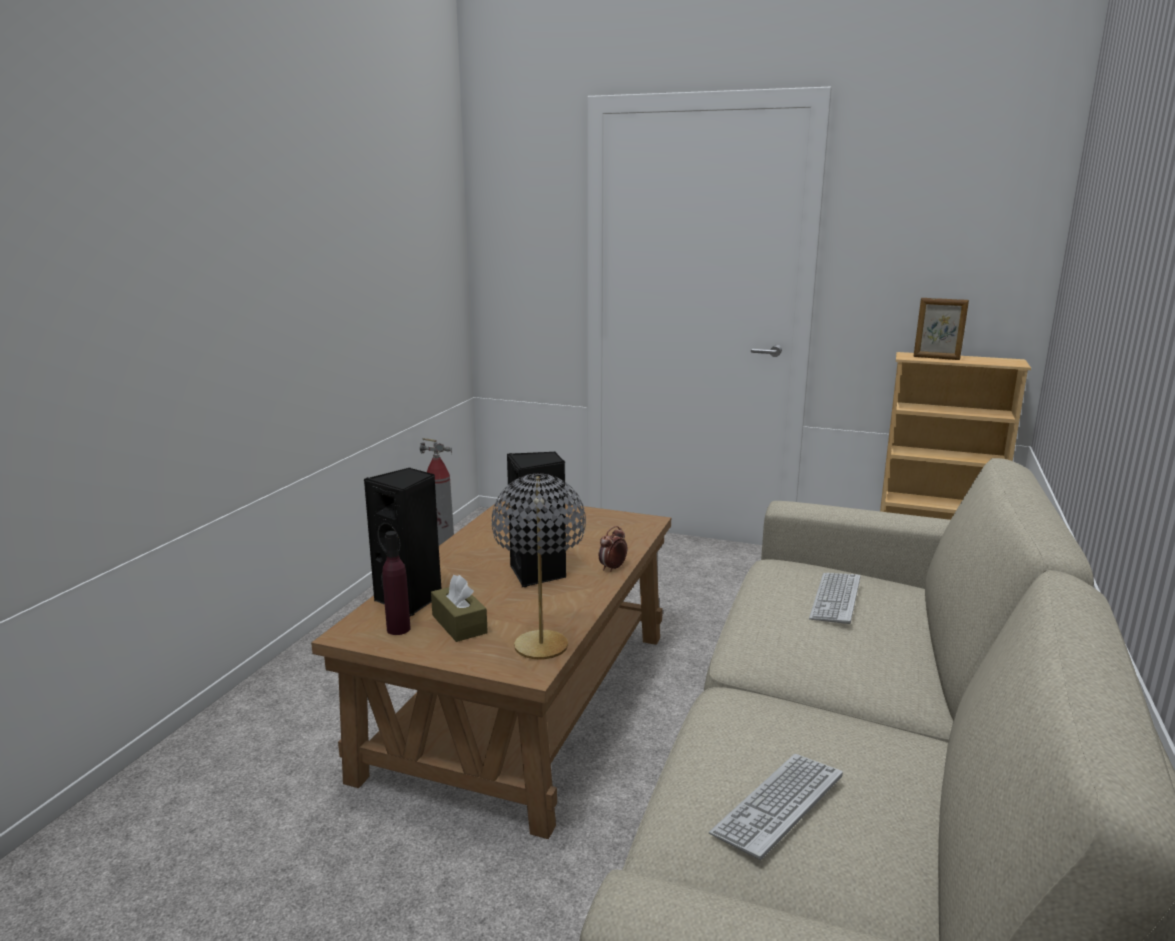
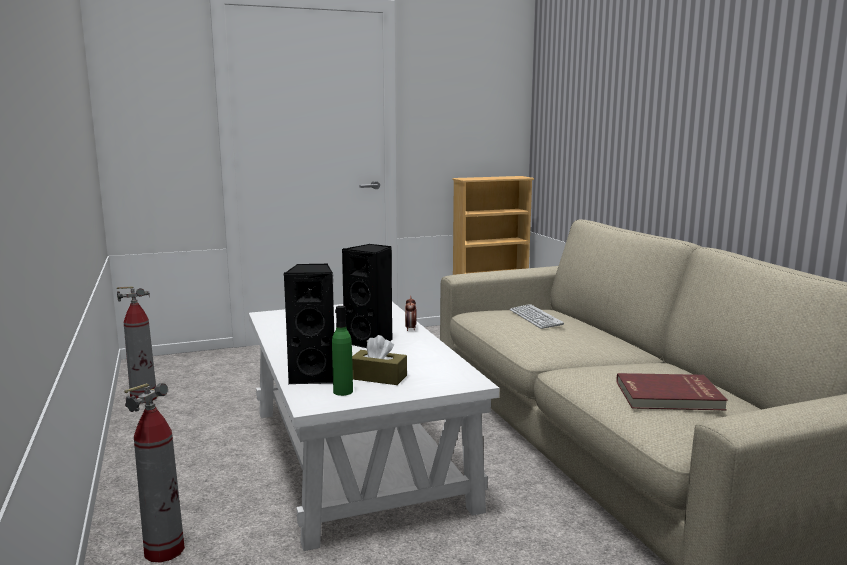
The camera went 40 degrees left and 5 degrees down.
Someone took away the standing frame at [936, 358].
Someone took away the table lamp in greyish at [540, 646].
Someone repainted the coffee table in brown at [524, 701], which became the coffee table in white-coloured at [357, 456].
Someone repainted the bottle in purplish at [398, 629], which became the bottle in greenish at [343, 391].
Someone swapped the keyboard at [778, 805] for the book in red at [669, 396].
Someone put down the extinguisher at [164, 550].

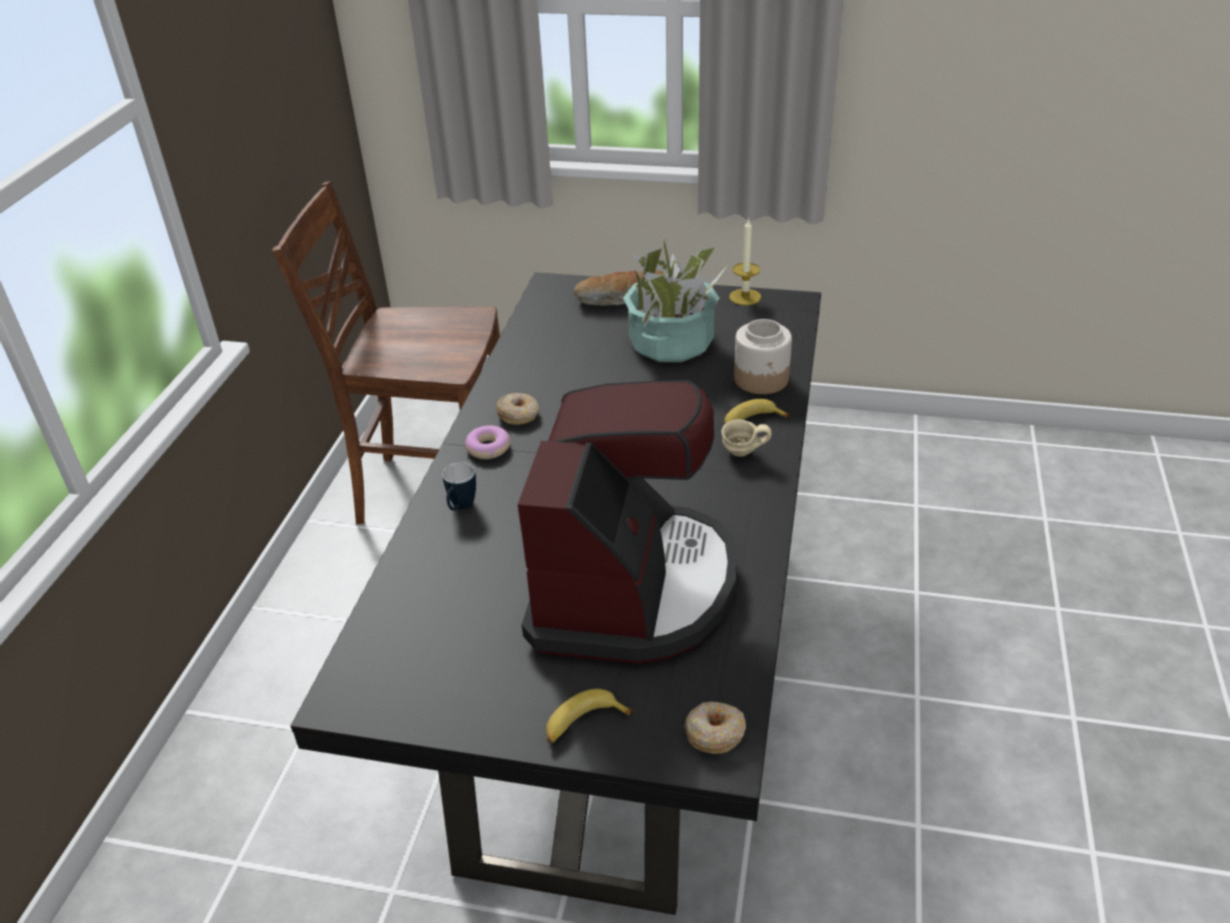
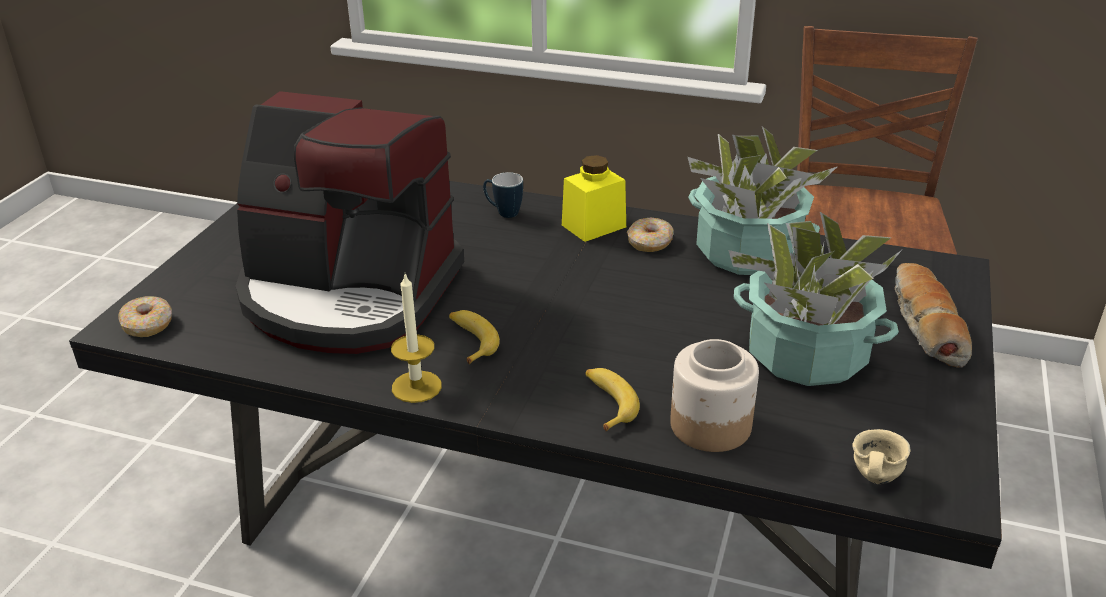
The camera went 95 degrees right and 5 degrees down.
Someone carried the wax light from [745, 297] to [416, 386].
Someone carried the coffee mug in sand-coloured from [742, 455] to [871, 479].
Someone swapped the doughnut at [488, 448] for the jar in yellow-coloured at [593, 226].
Someone carried the whole banana from [583, 724] to [470, 341].
Someone put down the potted plant at [747, 253].

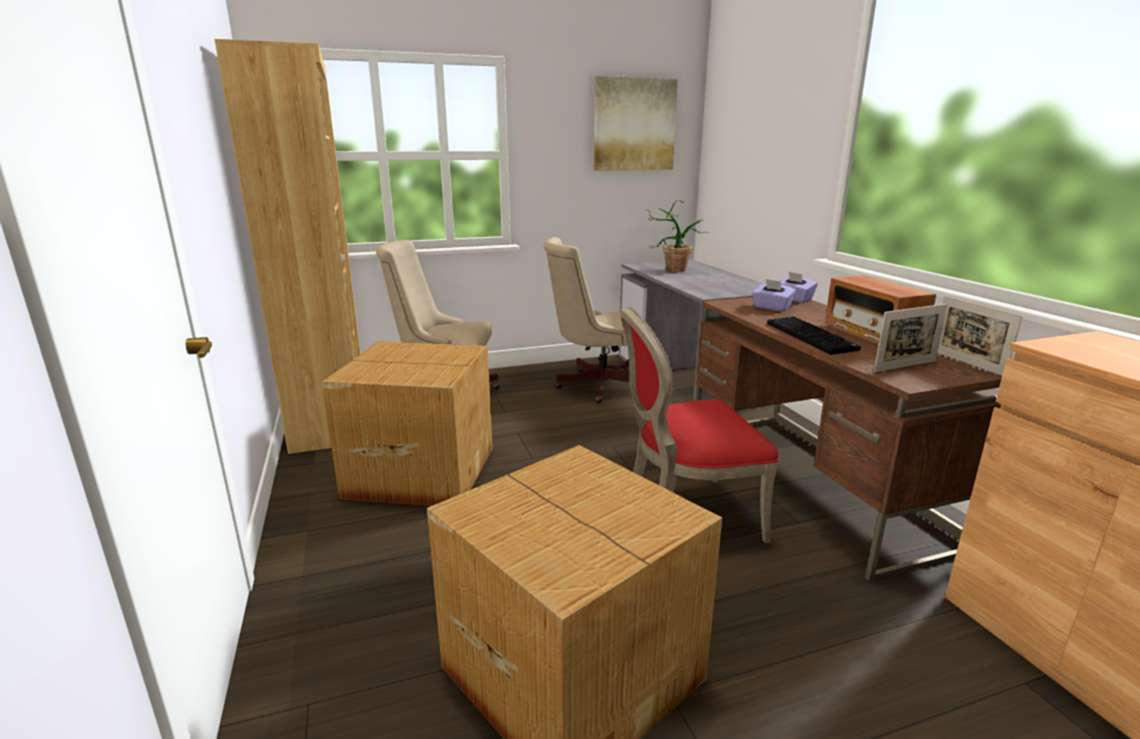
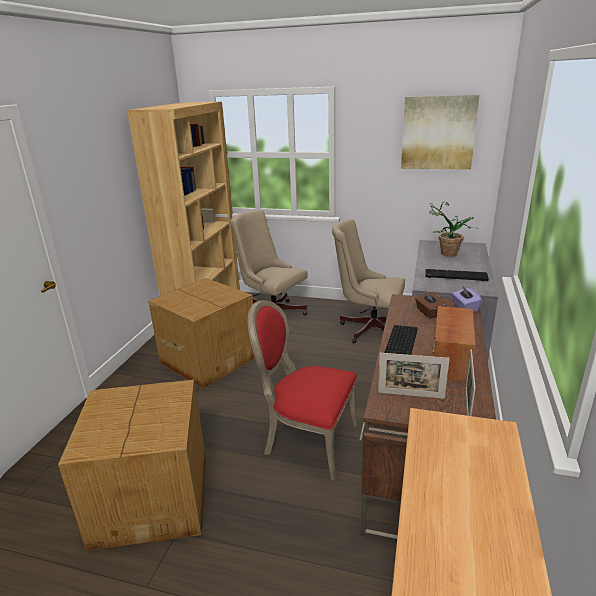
The camera went 35 degrees right and 5 degrees up.
Someone repainted the tissue holder in purplish at [771, 308], which became the tissue holder in brown at [429, 312].
Someone put down the keyboard at [455, 276].

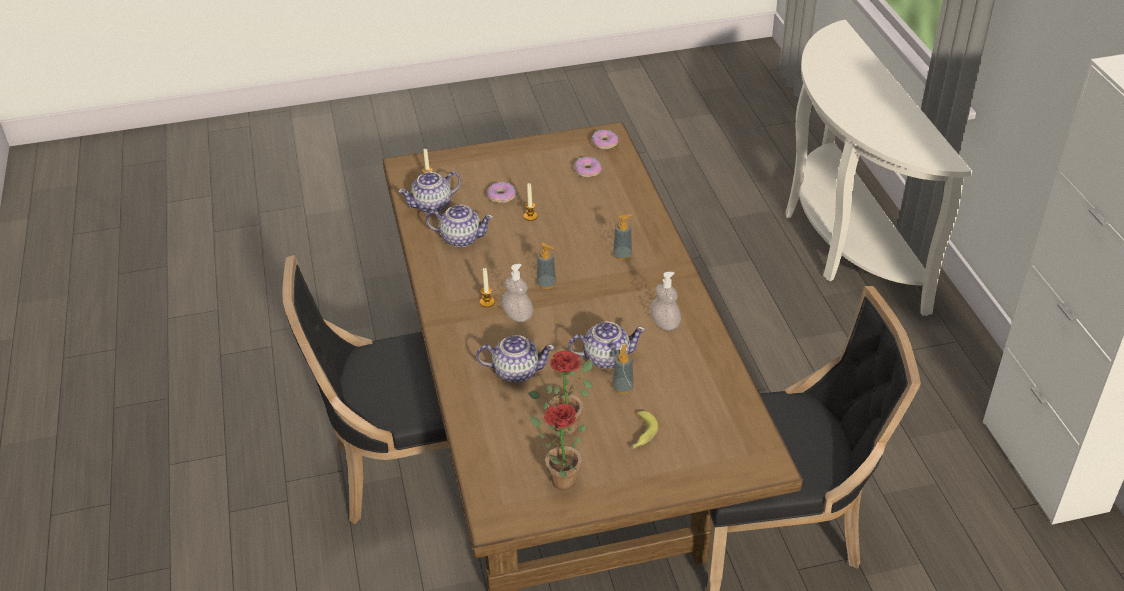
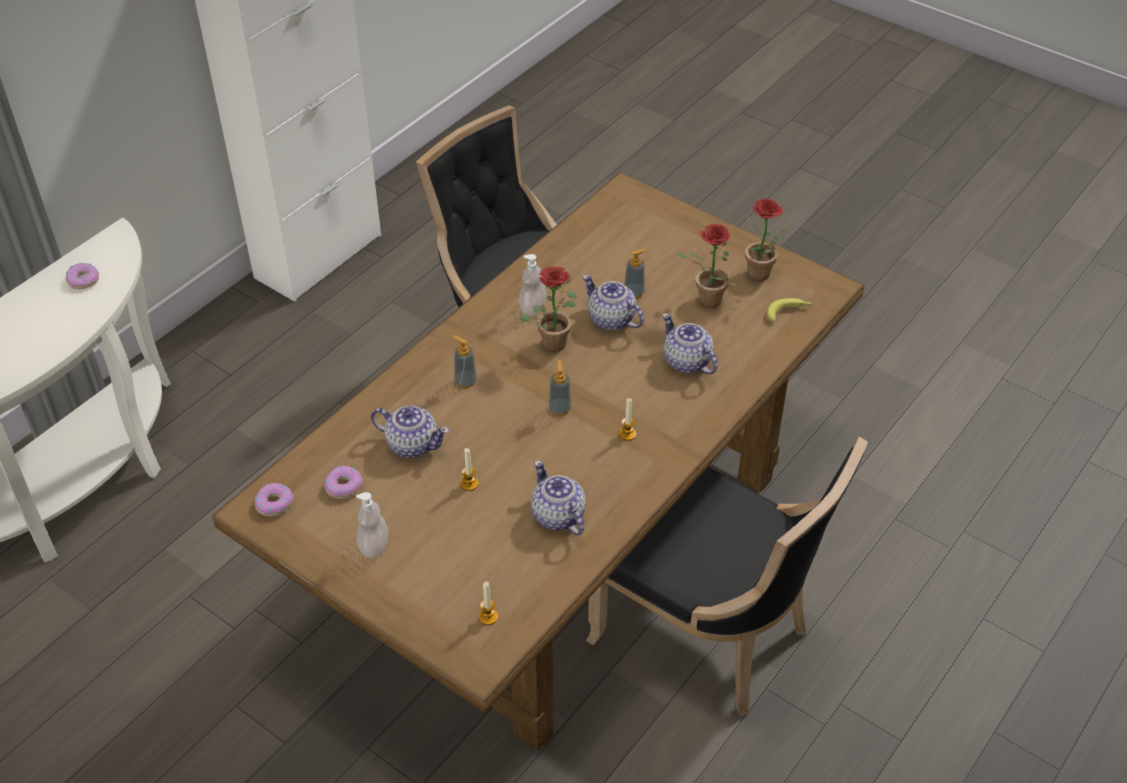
The camera went 130 degrees left and 5 degrees up.
Someone carried the tea pot from [432, 205] to [412, 444].
Someone carried the doughnut from [501, 196] to [83, 280].
Someone carried the liquid soap bottle from [517, 315] to [374, 546].
Someone carried the whole banana from [641, 435] to [788, 312].
Someone put down the potted plant at [554, 340].

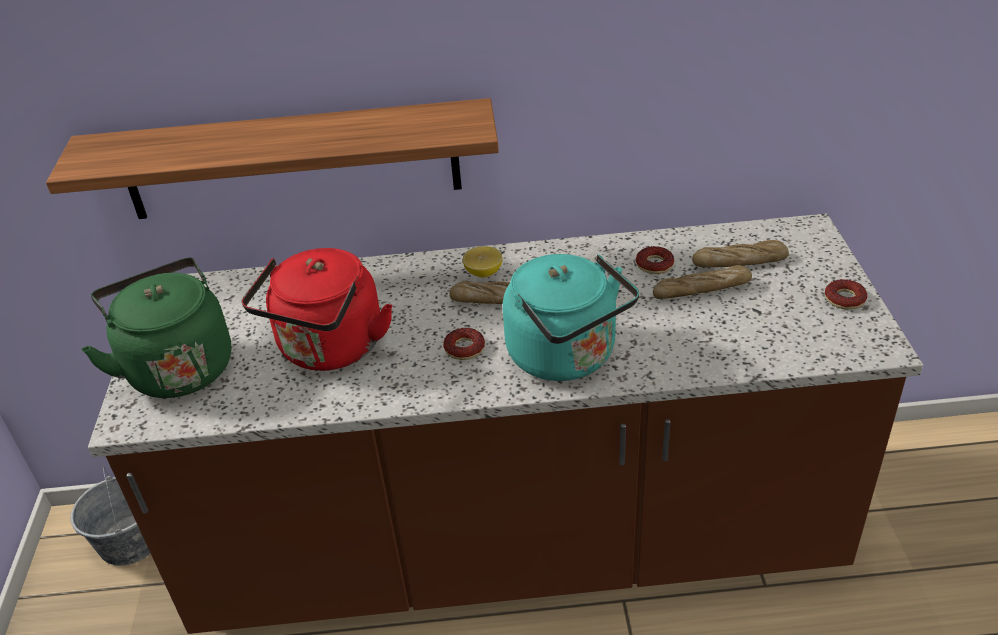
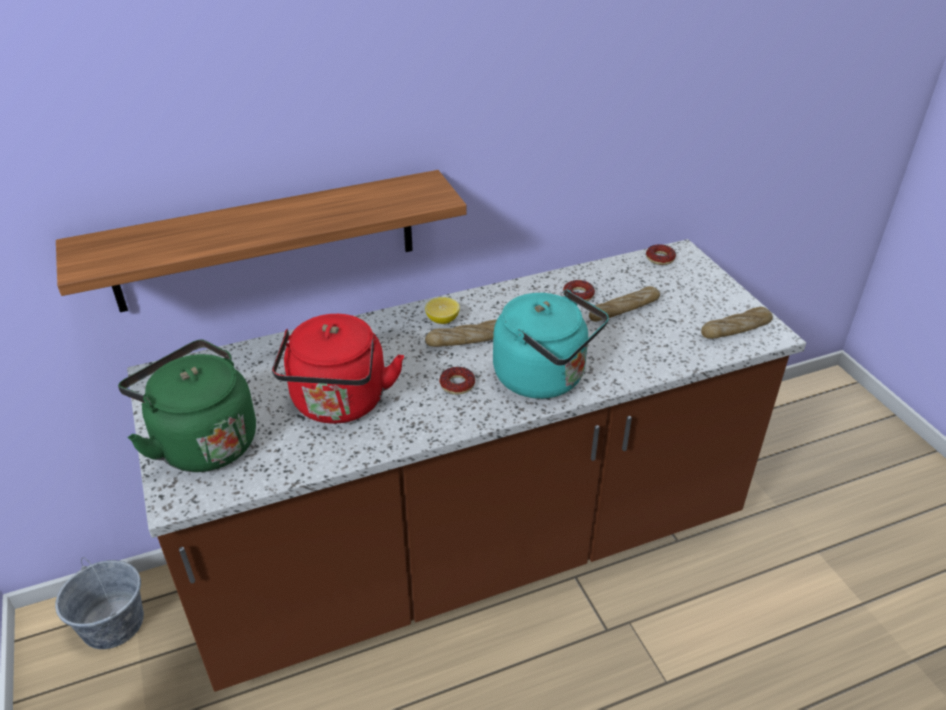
The camera went 20 degrees left and 0 degrees up.
Someone carried the bakery bread from [739, 262] to [735, 329].
Someone carried the doughnut from [844, 299] to [660, 258].

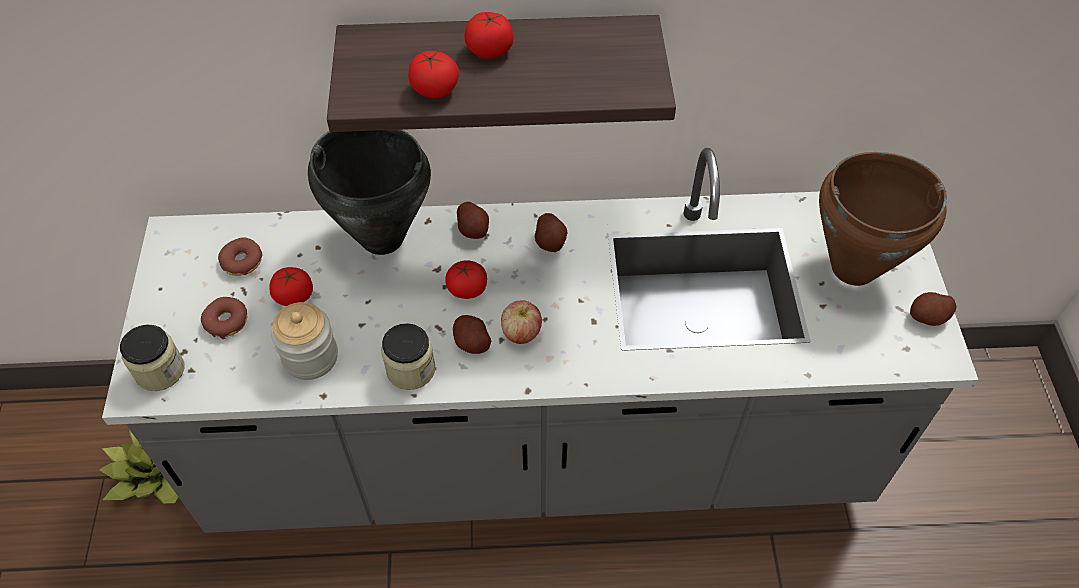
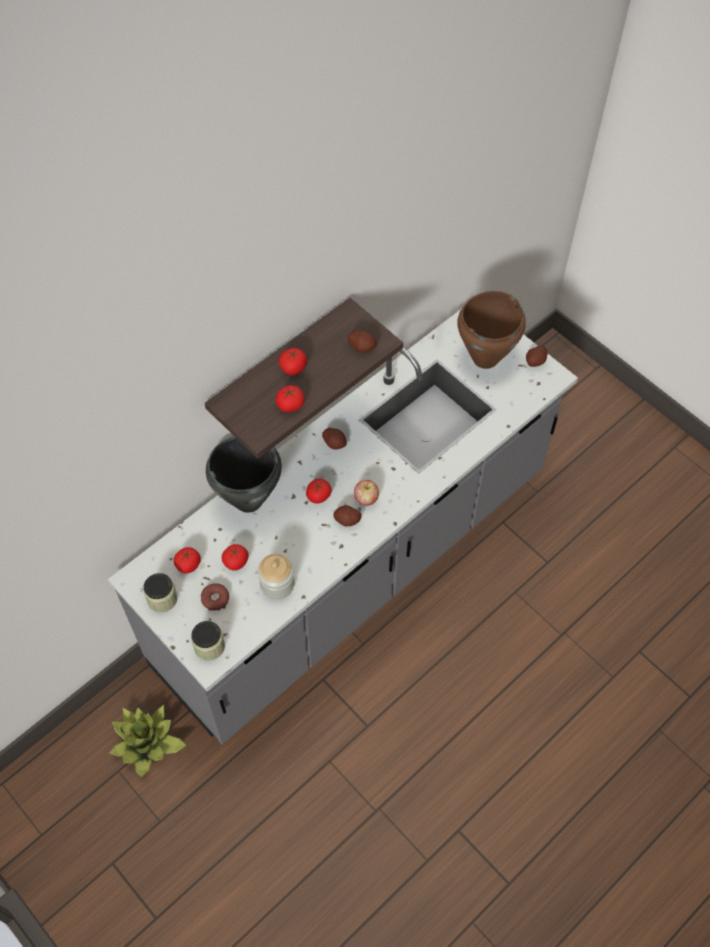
The camera went 40 degrees left and 5 degrees up.
Someone carried the spud from [473, 229] to [362, 346].
Someone swapped the doughnut at [242, 261] for the tomato at [188, 564].
Someone carried the jar from [411, 369] to [162, 599].

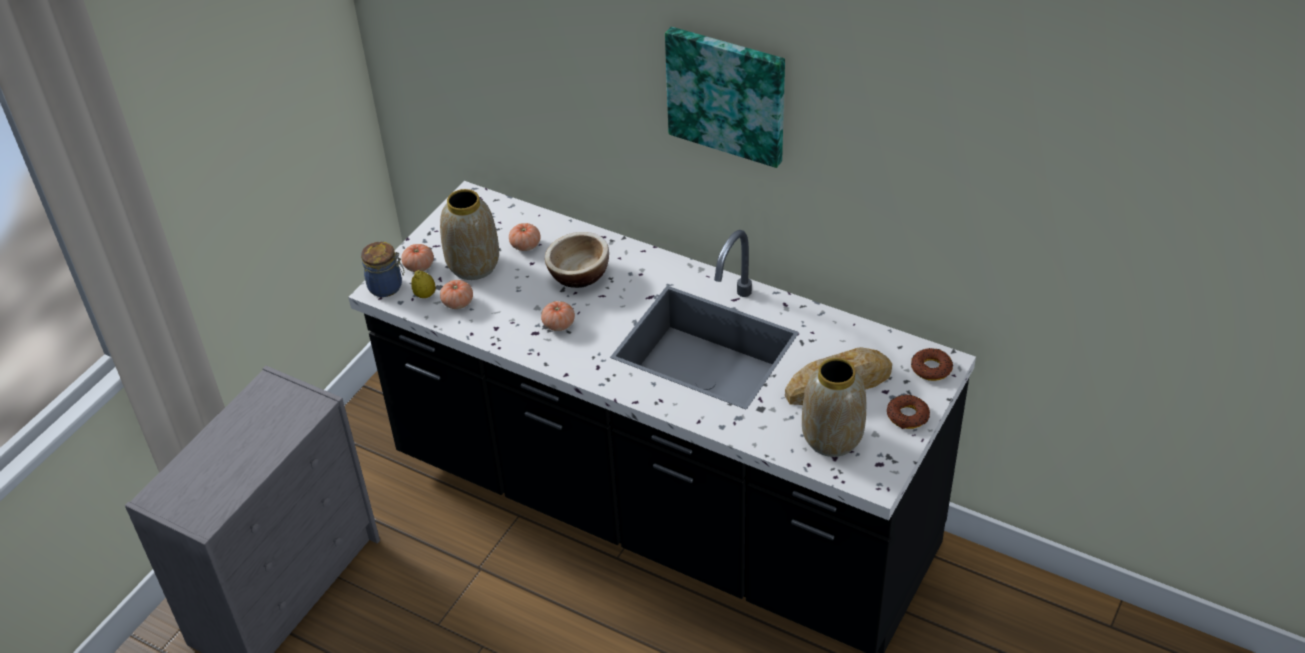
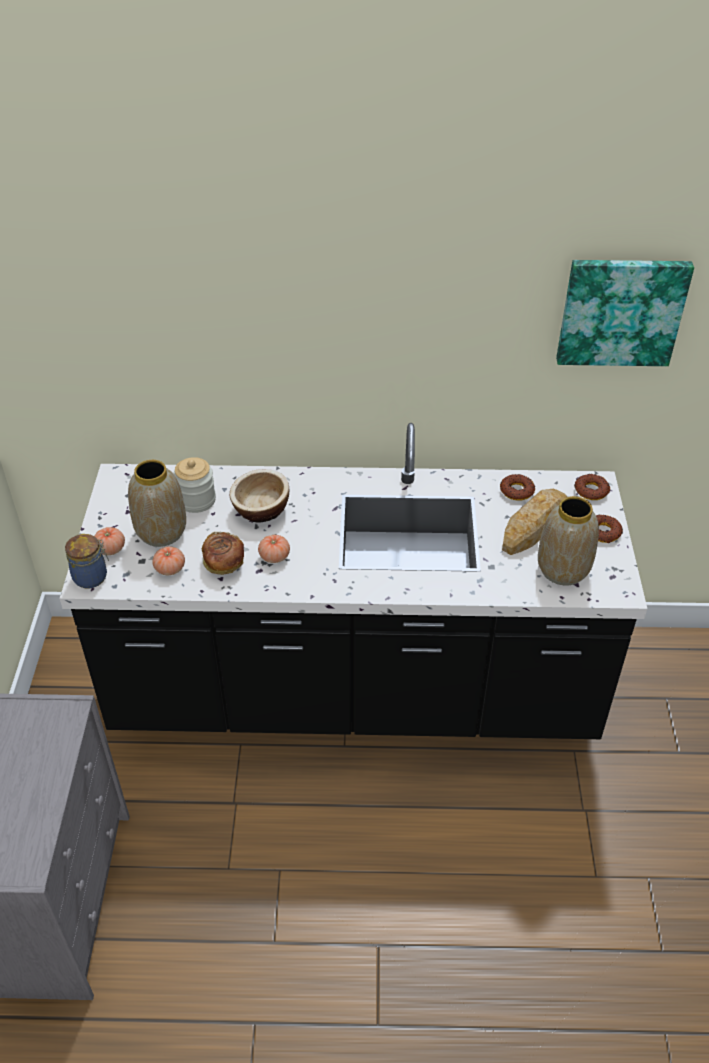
The camera went 30 degrees left and 0 degrees up.
Someone carried the wall picture from [727, 94] to [621, 311].
Someone swapped the tomato at [525, 245] for the jar at [196, 500].
Someone took away the lemon at [425, 295].
Someone put down the doughnut at [517, 491].
Someone put down the bakery bread at [224, 563].

